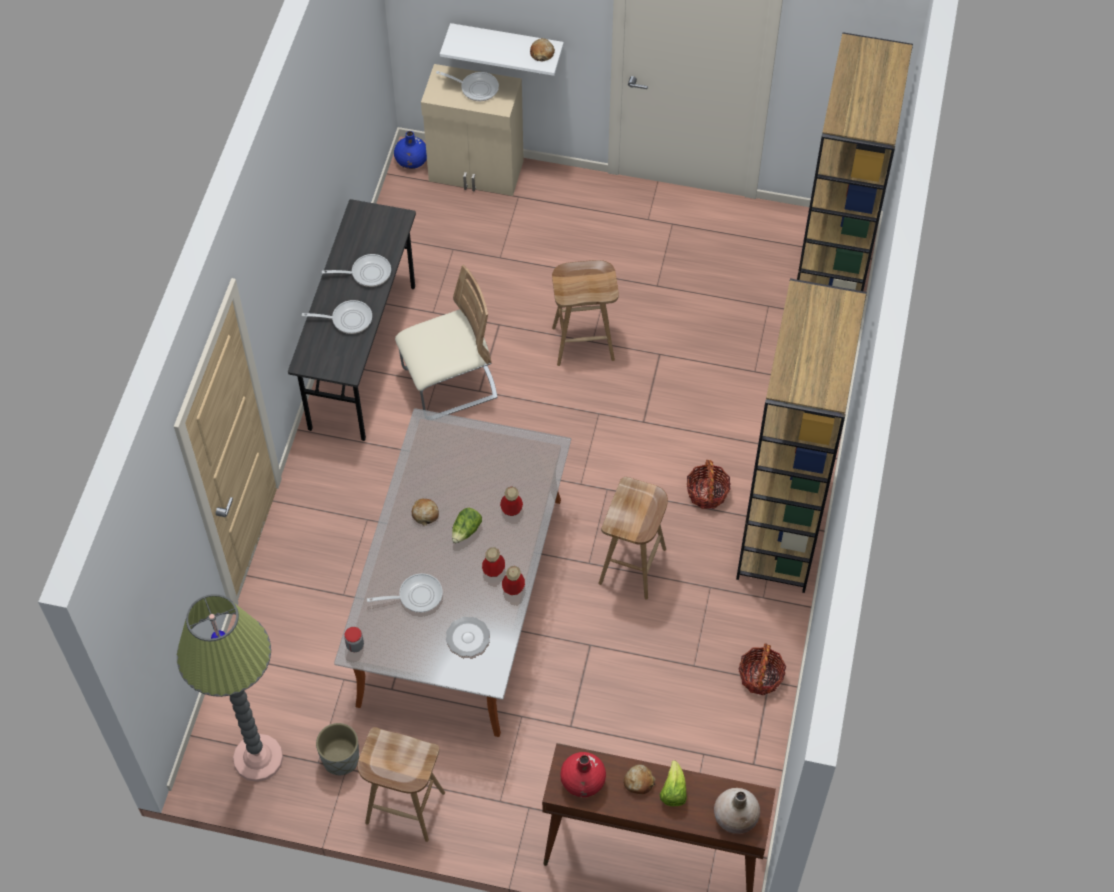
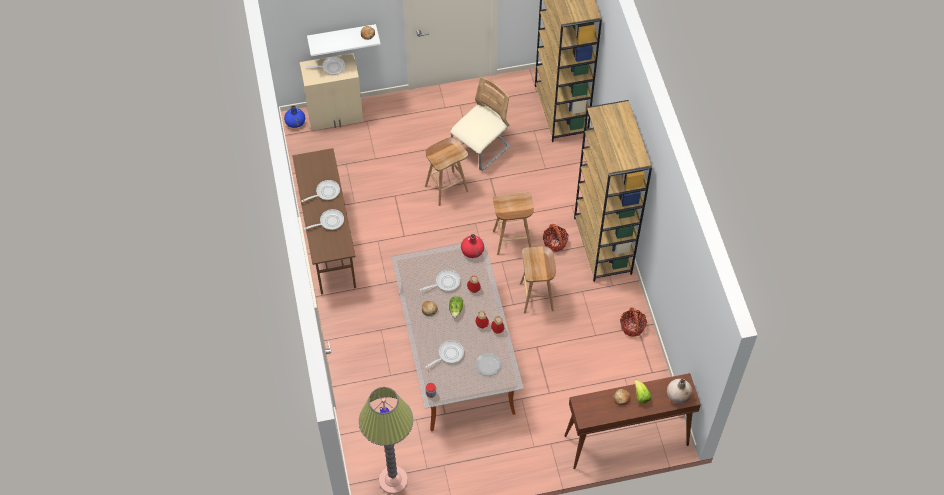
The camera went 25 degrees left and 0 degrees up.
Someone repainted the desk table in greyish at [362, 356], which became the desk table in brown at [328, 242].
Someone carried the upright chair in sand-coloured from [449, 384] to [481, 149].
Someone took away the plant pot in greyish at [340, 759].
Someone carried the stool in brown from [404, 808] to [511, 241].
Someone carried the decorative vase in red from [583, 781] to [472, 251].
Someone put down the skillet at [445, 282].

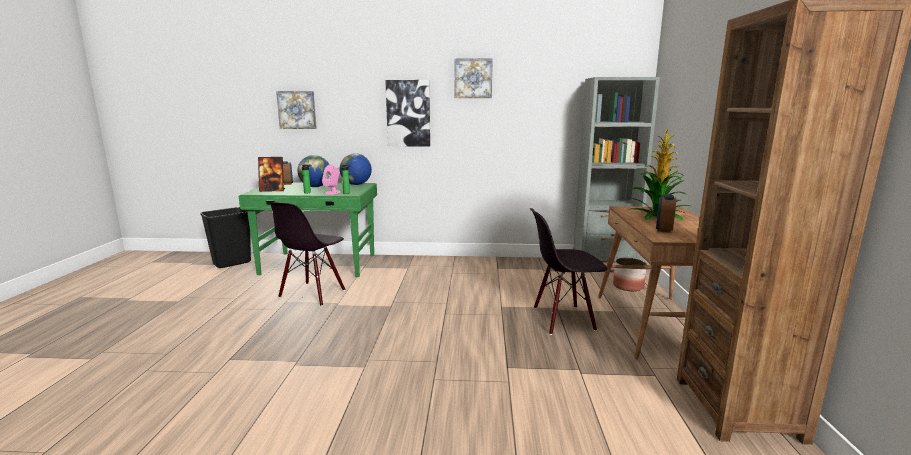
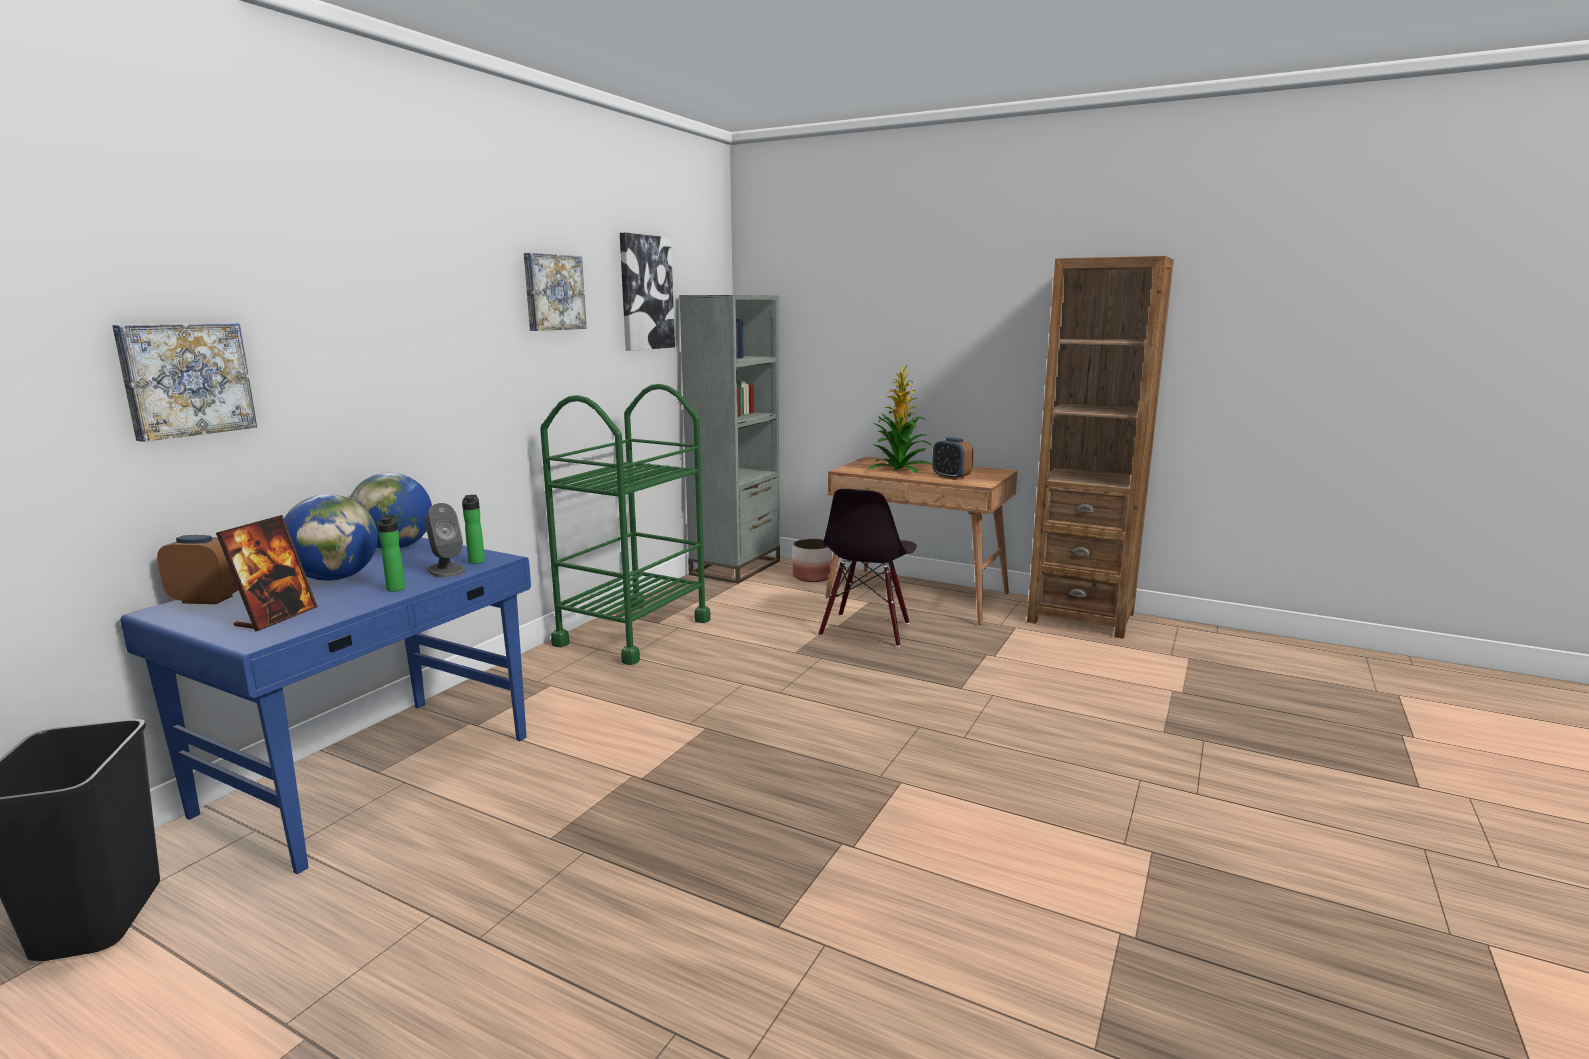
The camera went 65 degrees left and 0 degrees up.
Someone carried the wall picture from [408, 113] to [645, 293].
Someone repainted the audio speaker in pinkish at [332, 192], which became the audio speaker in greyish at [446, 570].
Someone repainted the desk table in greenish at [319, 265], which became the desk table in blue at [374, 774].
Someone took away the upright chair in black-coloured at [313, 294].
Someone put down the trolley in greenish at [633, 632].

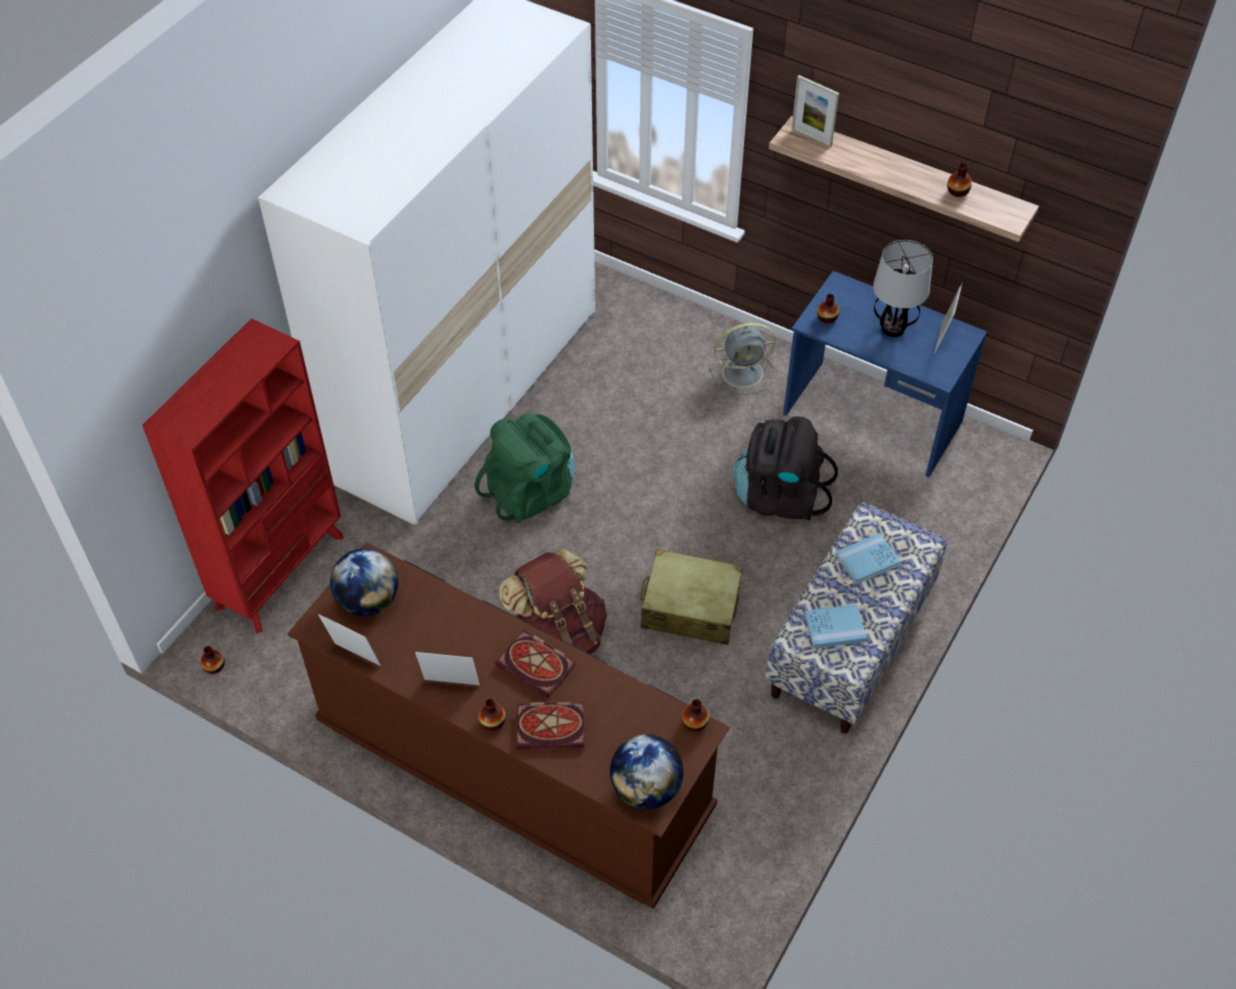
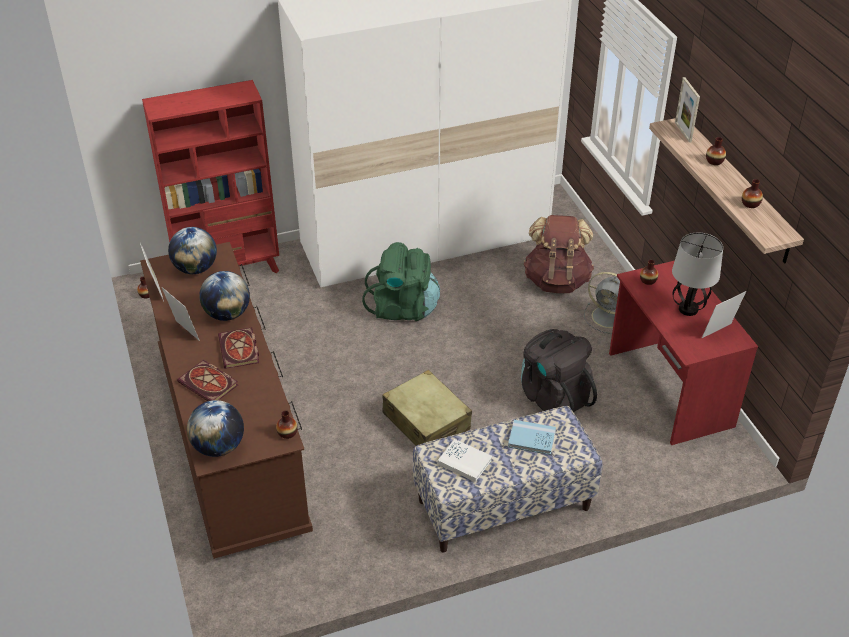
The camera went 40 degrees right and 10 degrees down.
Someone repainted the desk table in blue at [872, 419], which became the desk table in red at [668, 390].
Someone carried the backpack in brown from [557, 637] to [557, 280].
Someone repainted the book in blue at [835, 628], which became the book in white-coloured at [464, 462].
Someone carried the decorative vase from [492, 722] to [714, 161].
Someone put down the world globe at [227, 314].

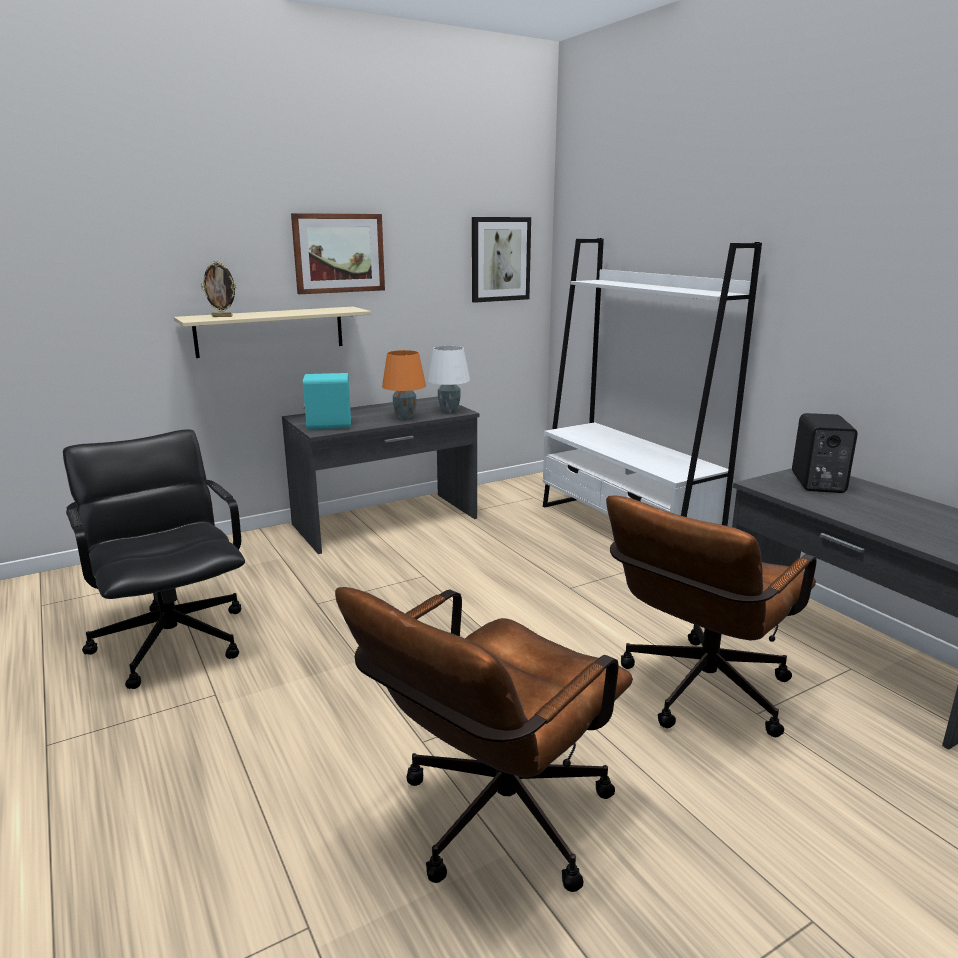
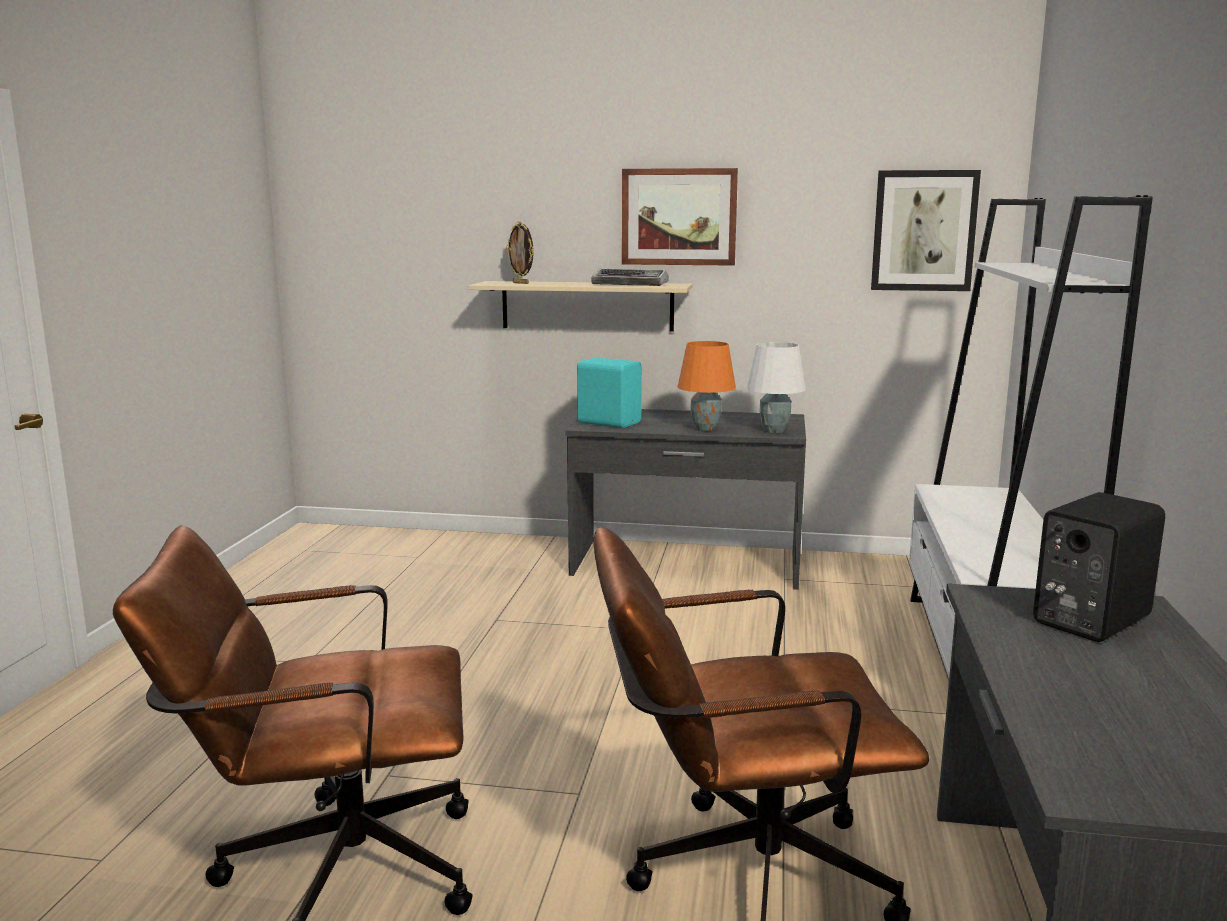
The camera went 40 degrees right and 5 degrees down.
Someone took away the desk chair in black-coloured at [173, 641].
Someone put down the keyboard at [631, 284].

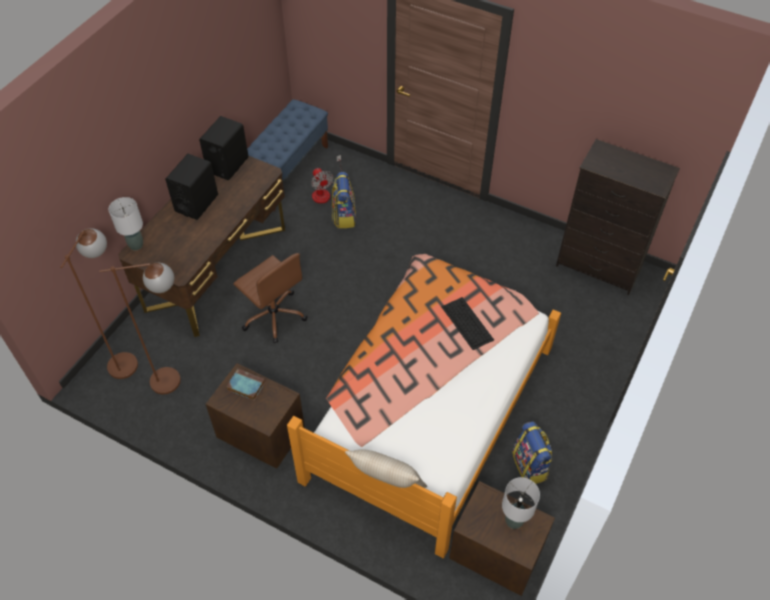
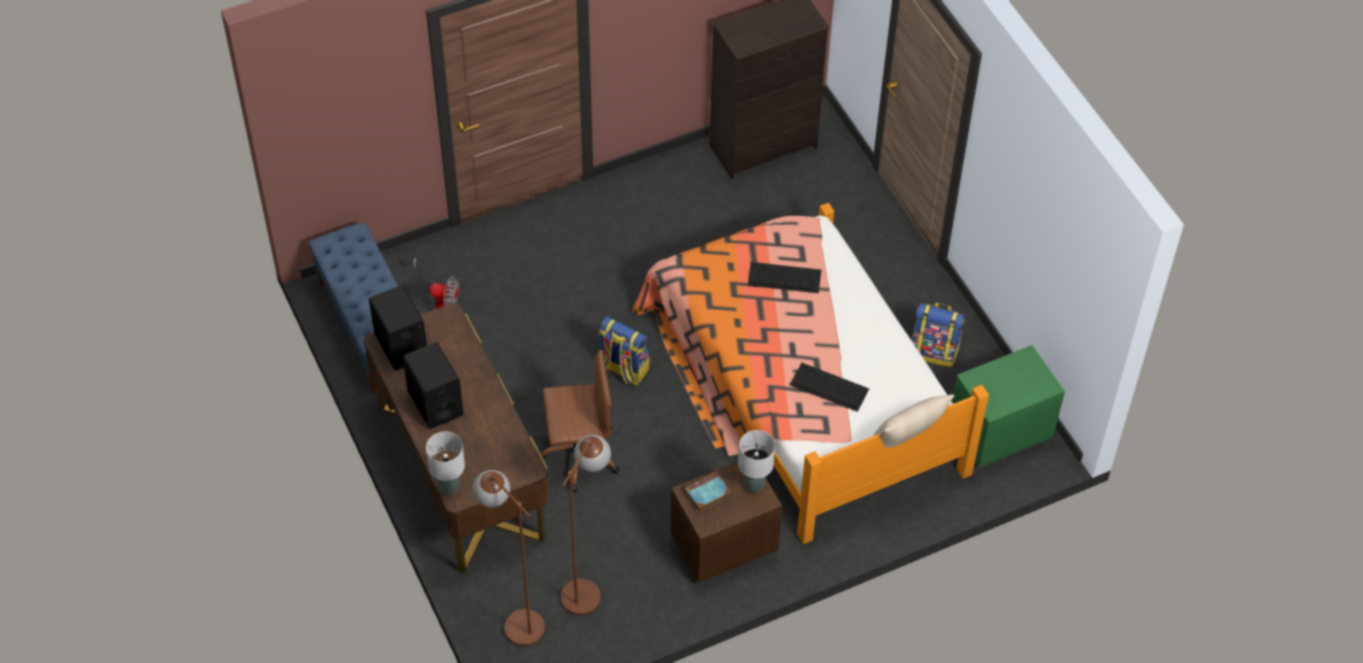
The camera went 55 degrees left and 0 degrees up.
Someone carried the backpack from [344, 216] to [623, 369].
Someone carried the table lamp in greyish from [513, 521] to [754, 485].
Someone repainted the nightstand in brown at [495, 553], which became the nightstand in greenish at [997, 433].
Someone put down the keyboard at [828, 387].

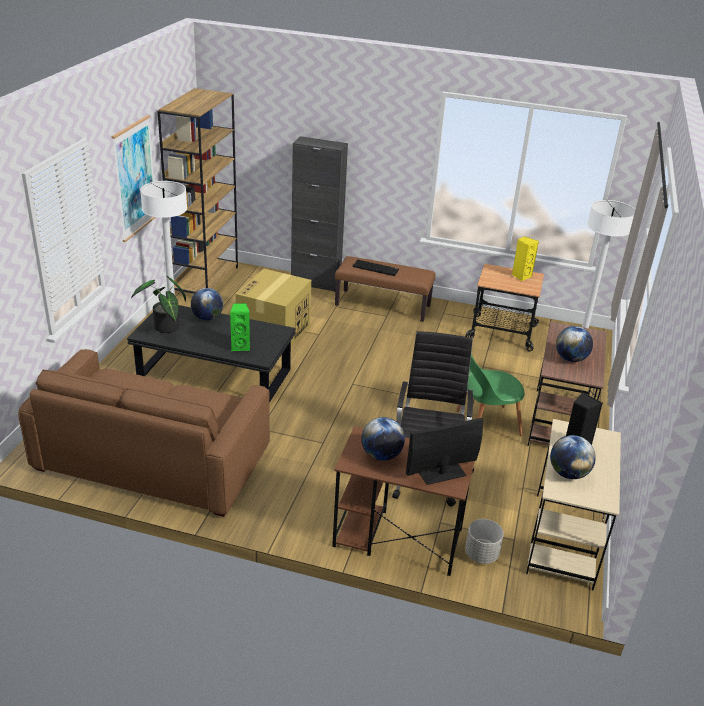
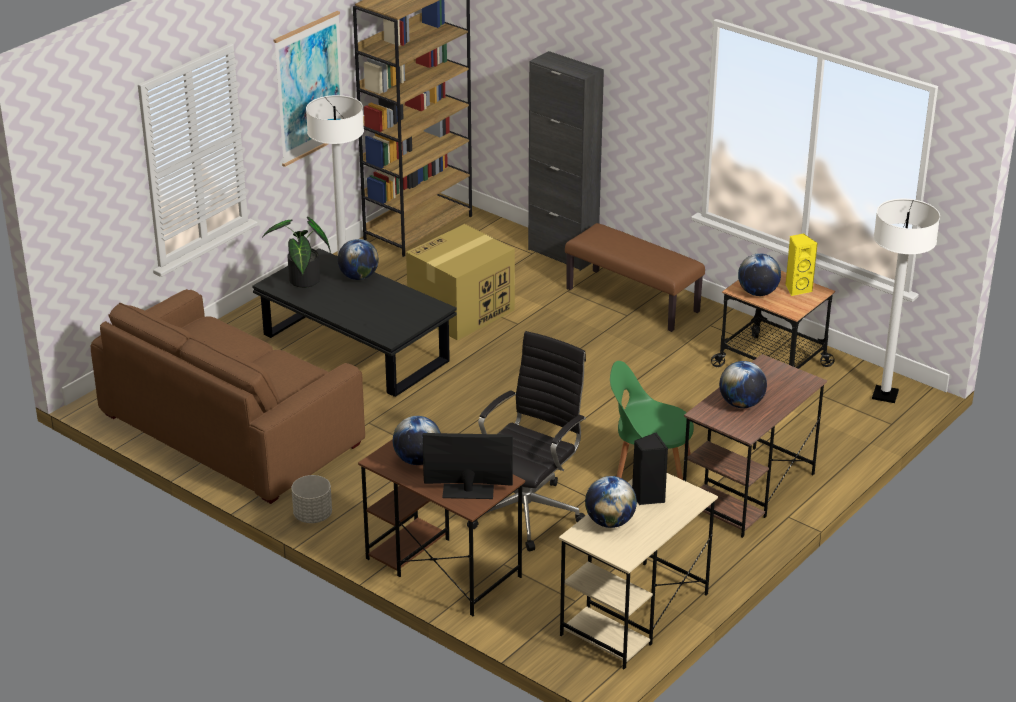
The camera went 25 degrees right and 0 degrees up.
Someone took away the keyboard at [376, 268].
Someone took away the audio speaker in greenish at [241, 346].
Someone carried the plant pot in greyish from [481, 554] to [312, 516].
Someone put down the world globe at [758, 293].

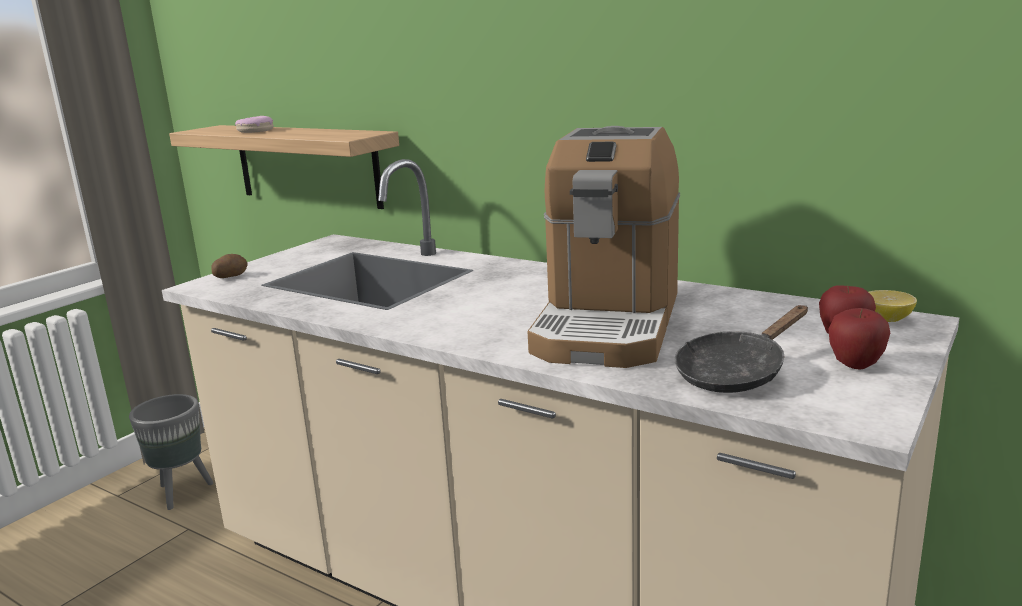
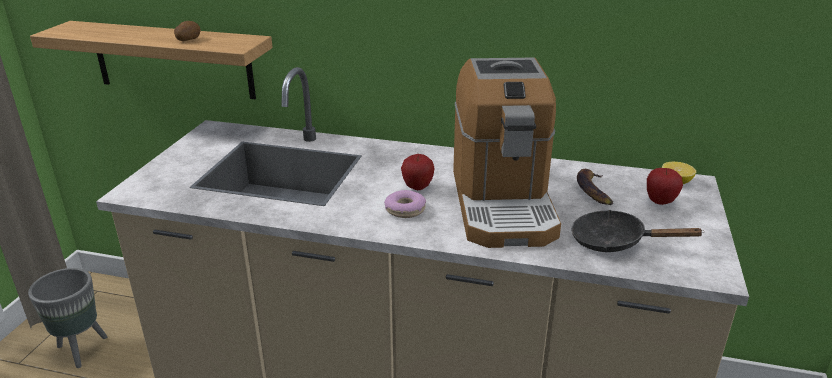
The camera went 20 degrees left and 10 degrees up.
Someone carried the doughnut from [255, 131] to [405, 210].
Someone carried the spud from [230, 276] to [188, 39].
Someone rotated the skillet in black-coloured at [736, 372] by 75 degrees clockwise.
Someone carried the apple fruit from [855, 365] to [417, 187].
Someone put down the whole banana at [593, 190].

